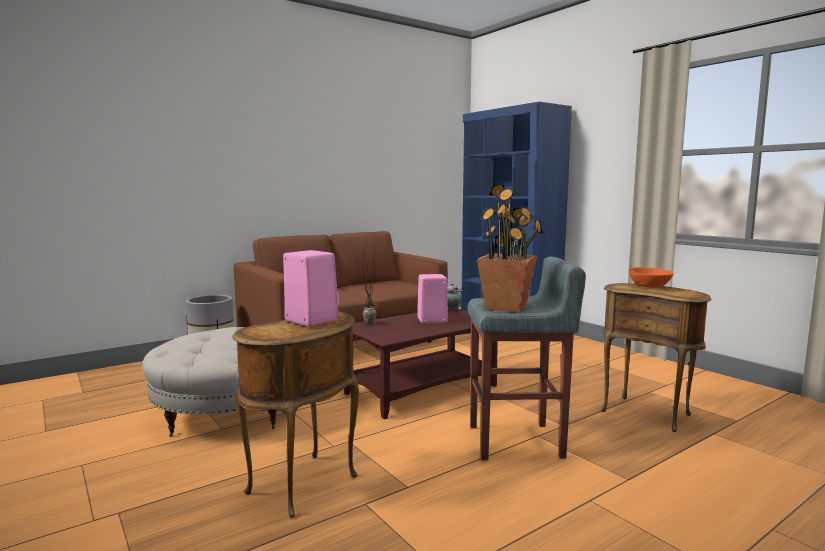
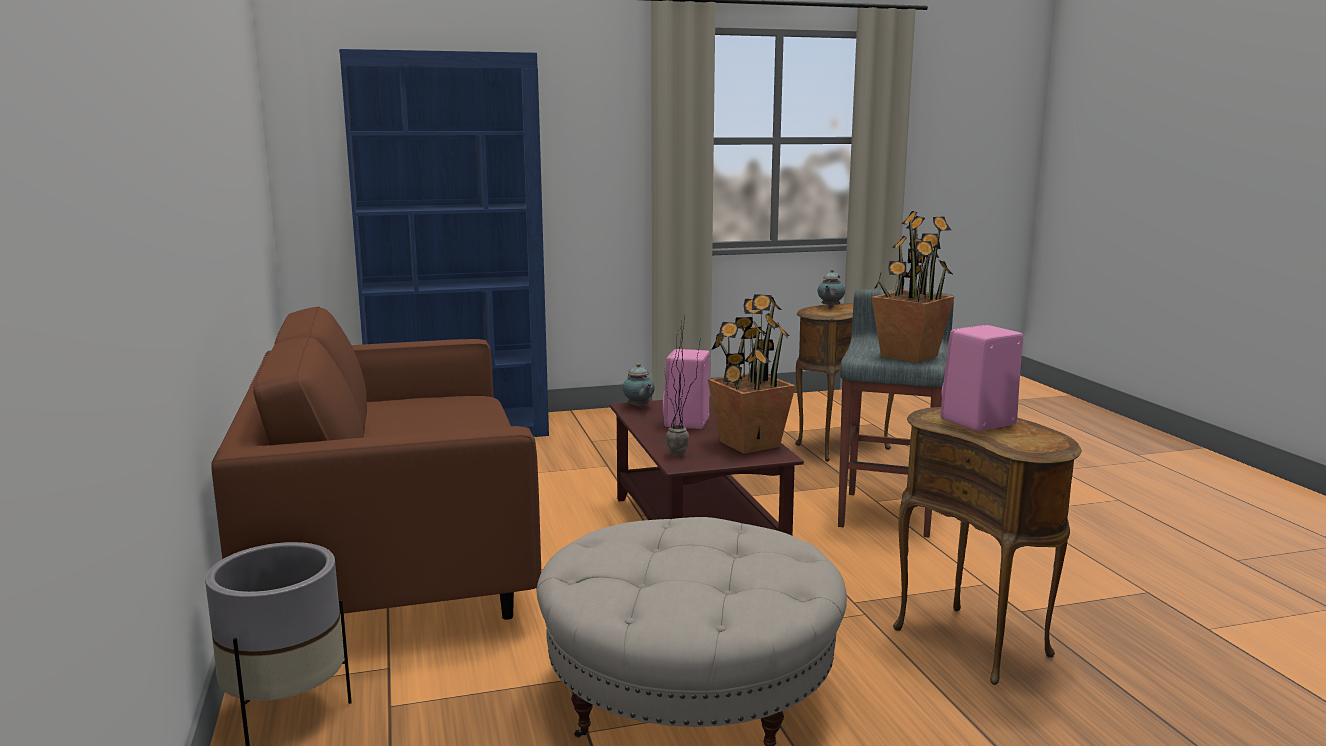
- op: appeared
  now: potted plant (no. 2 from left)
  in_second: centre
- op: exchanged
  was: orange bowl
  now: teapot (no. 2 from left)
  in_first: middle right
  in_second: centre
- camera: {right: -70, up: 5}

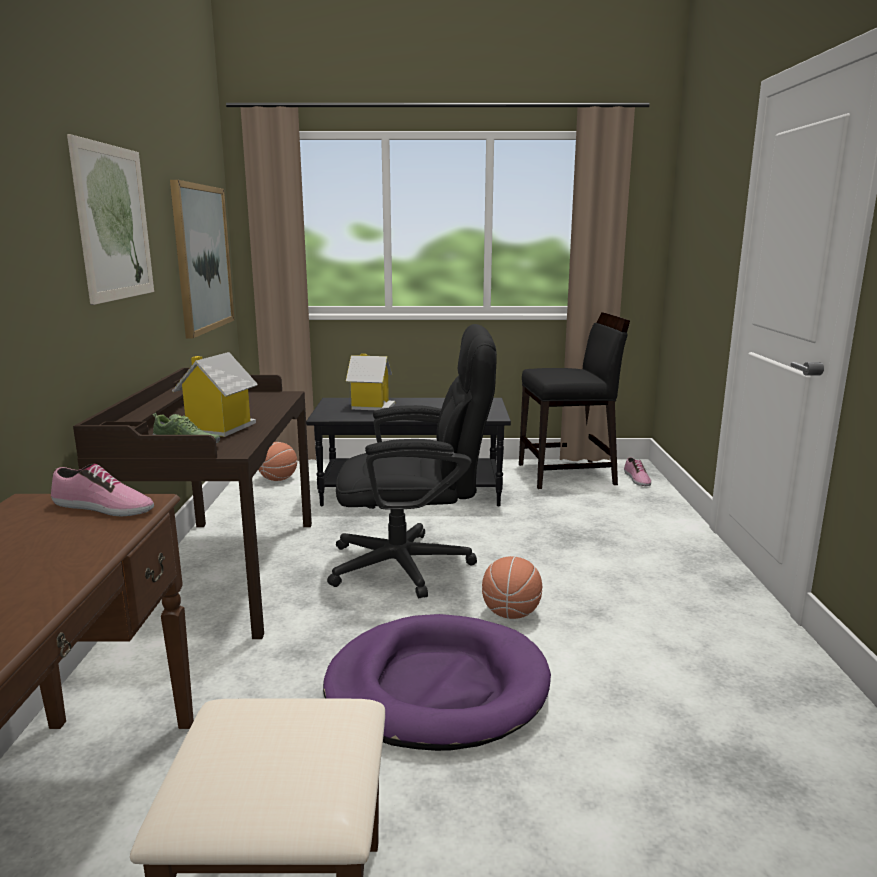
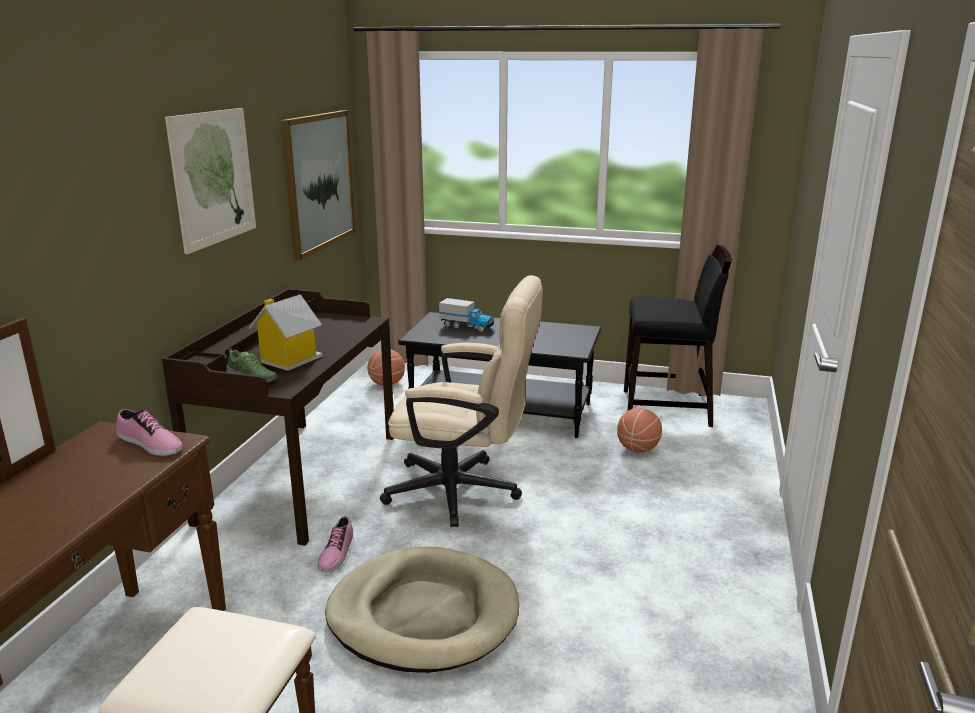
- op: relocated
  was: shoe (no. 3 from left)
  in_first: middle right
  in_second: bottom centre
- op: colour
  was: purple dog bed
  now: beige dog bed
  in_first: bottom centre
  in_second: bottom centre
- op: colour
  was: black office chair
  now: beige office chair
  in_first: centre
  in_second: centre
- op: exchanged
  was: toy house (no. 2 from left)
  now: toy truck
  in_first: centre
  in_second: centre
- op: relocated
  was: basketball (no. 2 from left)
  in_first: bottom centre
  in_second: centre
- camera: {right: 15, up: 5}

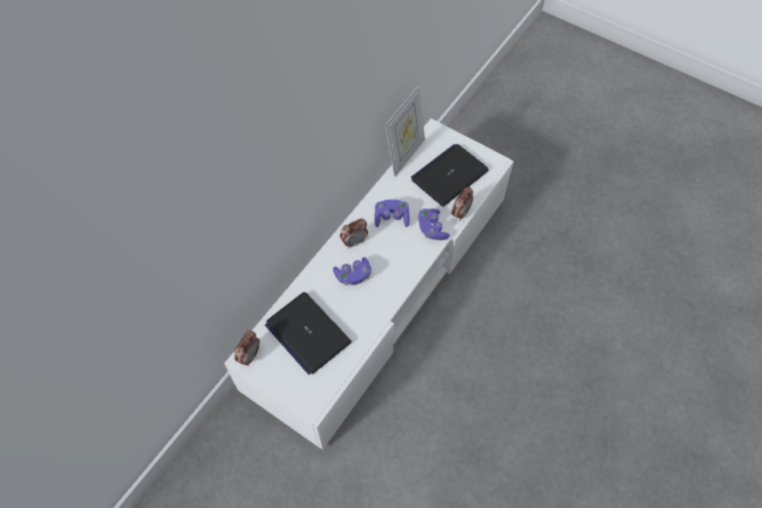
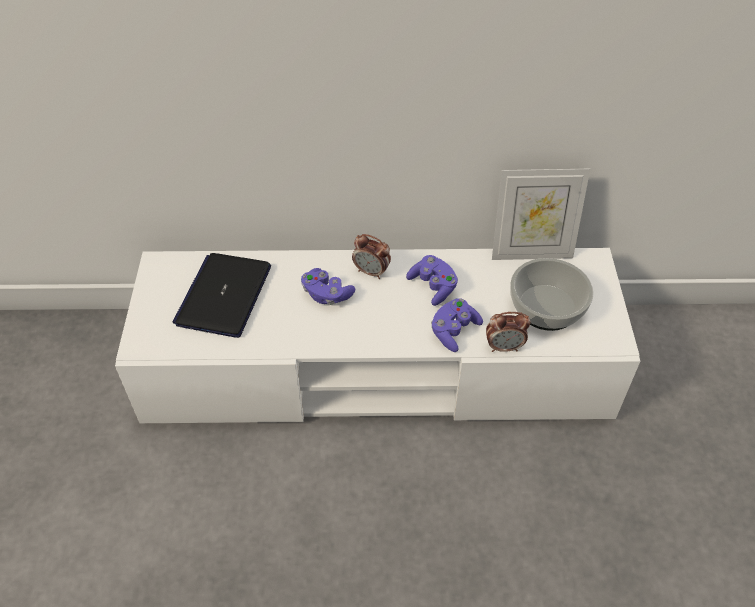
- op: exchanged
  was: laptop (no. 2 from left)
  now: bowl
  in_first: centre
  in_second: middle right
- op: missing
  was: alarm clock (no. 1 from left)
  in_first: bottom left
- camera: {right: 55, up: -10}

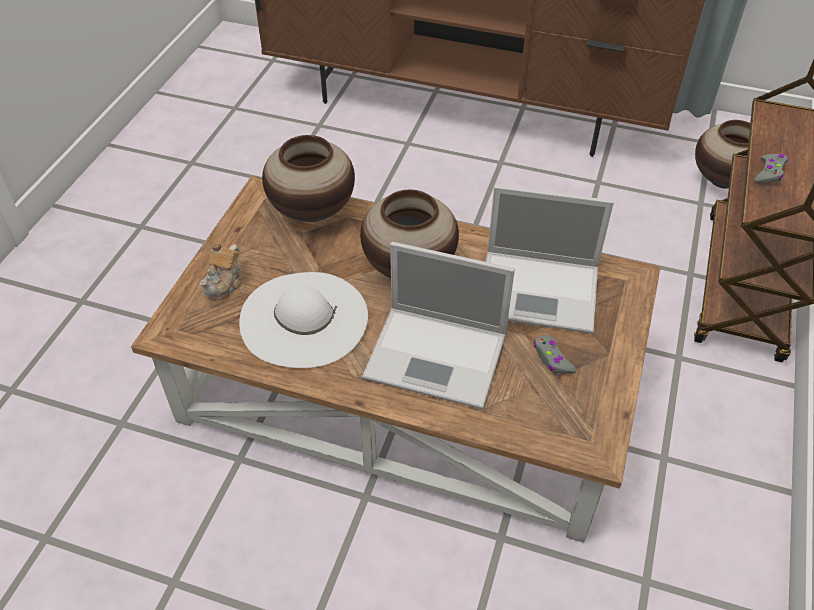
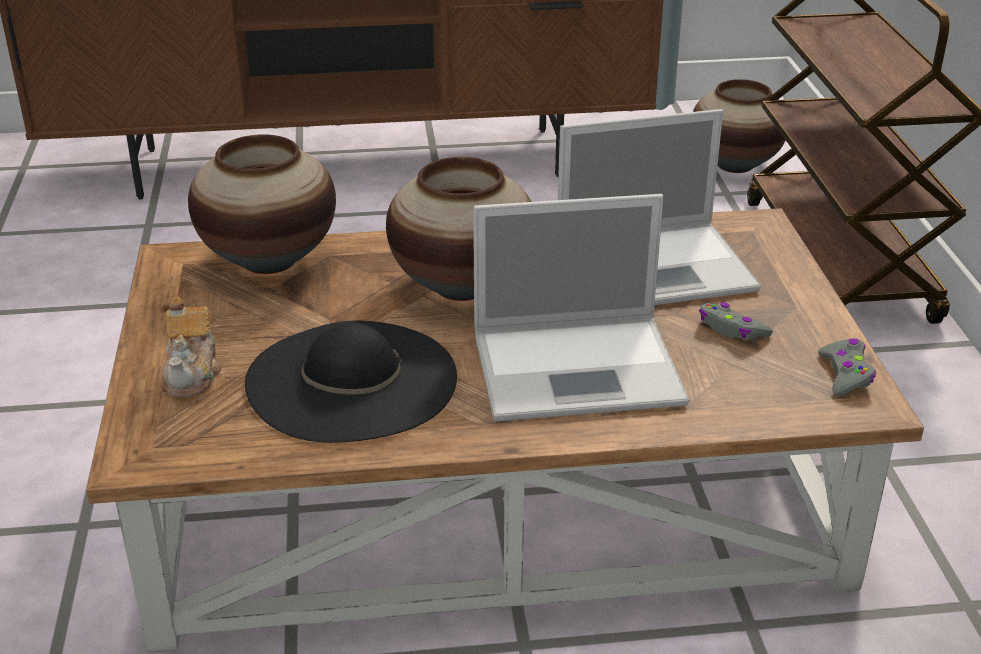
- op: colour
  was: white hat
  now: black hat
  in_first: centre
  in_second: centre
- op: relocated
  was: grey game controller (no. 2 from left)
  in_first: top right
  in_second: middle right
- camera: {right: -25, up: -15}

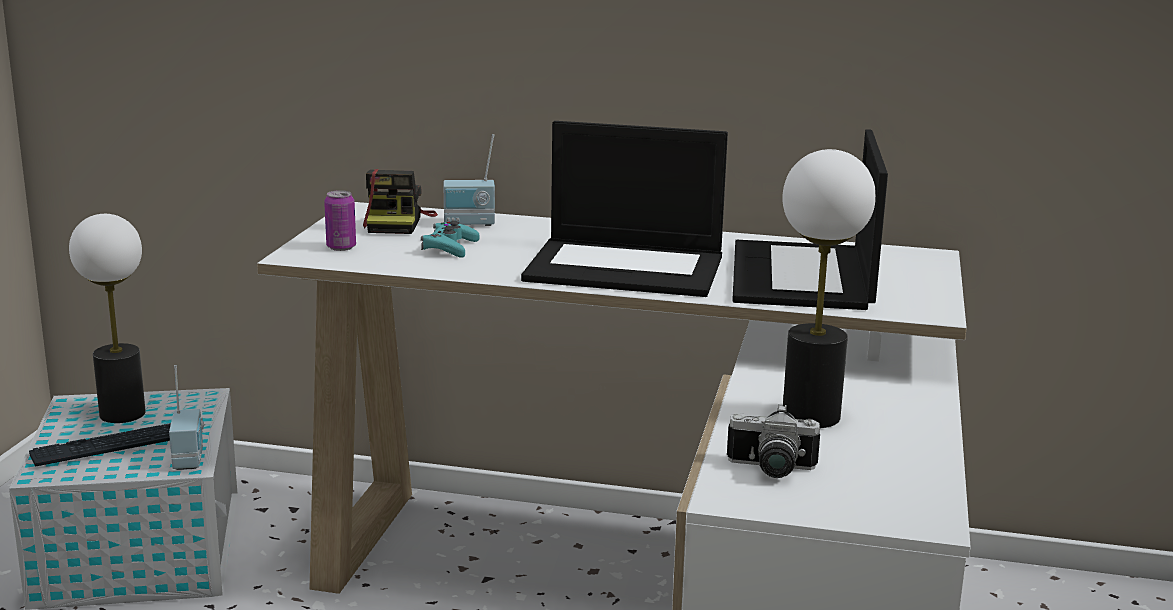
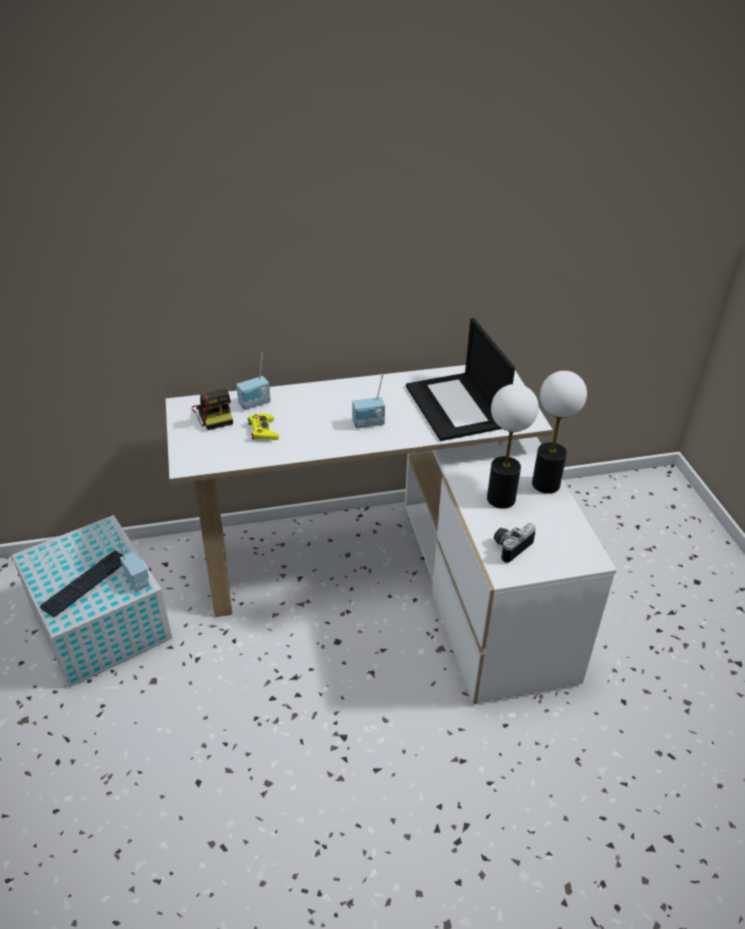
- op: colour
  was: turquoise game controller
  now: yellow game controller
  in_first: centre
  in_second: centre
- op: exchanged
  was: laptop (no. 1 from left)
  now: radio (no. 3 from left)
  in_first: centre
  in_second: centre
- op: spun
  was: photo camera (no. 2 from left)
  in_first: bottom centre
  in_second: middle right
  clockwise: 150
- op: relocated
  was: table lamp (no. 1 from left in the first image)
  now: table lamp (no. 2 from left)
  in_first: middle left
  in_second: middle right
- op: missing
  was: can
  in_first: middle left
- camera: {right: -25, up: 20}

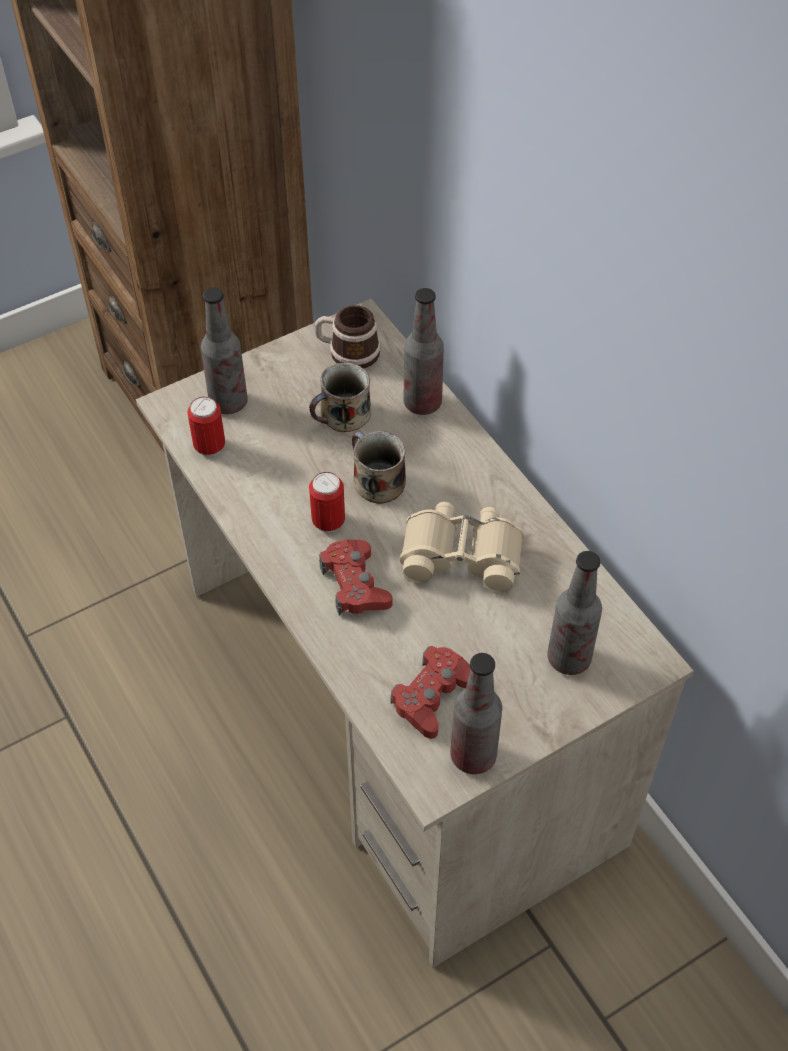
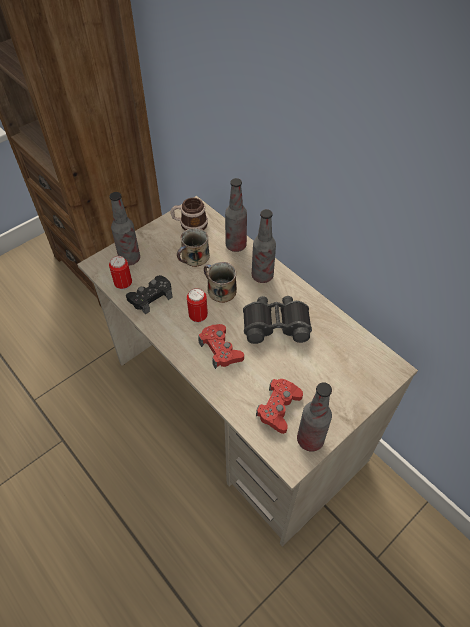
- op: appeared
  now: black game controller
  in_second: middle left
- op: colour
  was: beige binoculars
  now: black binoculars
  in_first: centre
  in_second: centre
- op: relocated
  was: bottle (no. 4 from left in the first image)
  now: bottle (no. 3 from left)
  in_first: middle right
  in_second: centre
- camera: {right: -10, up: 0}

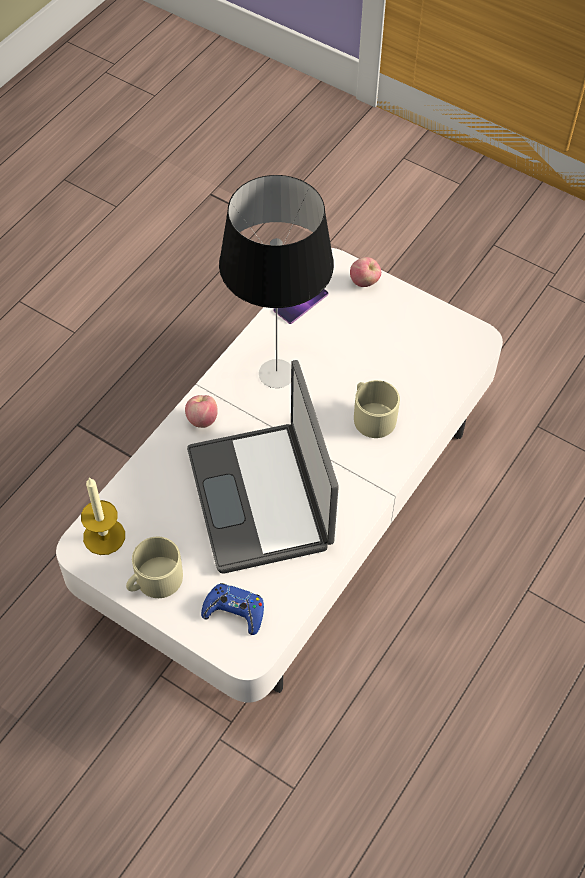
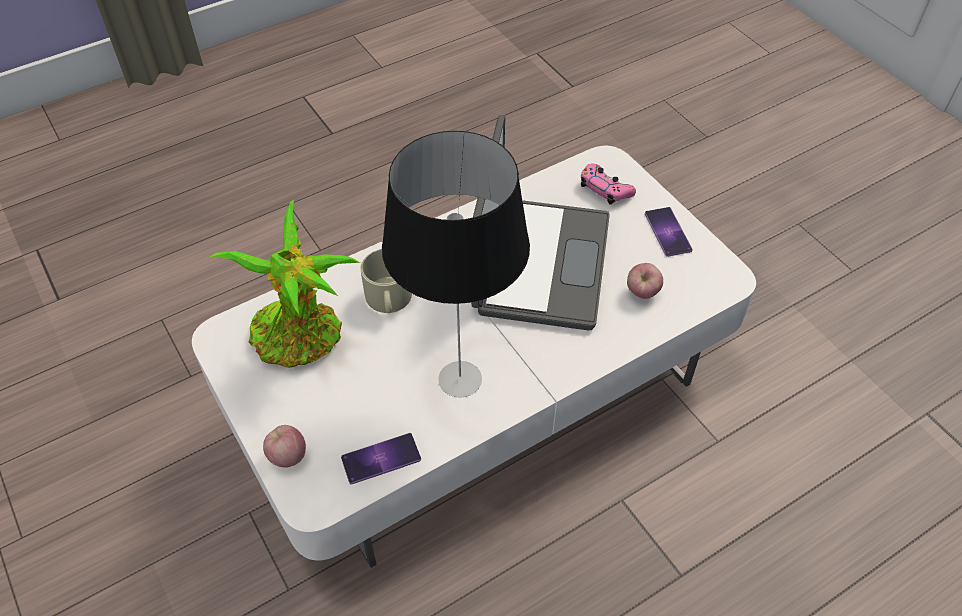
- op: appeared
  now: potted plant
  in_second: middle left
- op: colour
  was: blue game controller
  now: pink game controller
  in_first: bottom centre
  in_second: top centre
- op: relocated
  was: apple (no. 1 from left in the first image)
  now: apple (no. 2 from left)
  in_first: centre
  in_second: middle right
- op: exchanged
  was: beige mug (no. 1 from left)
  now: phone (no. 2 from left)
  in_first: middle left
  in_second: middle right
- op: missing
  was: candle
  in_first: middle left
- camera: {right: -155, up: -5}

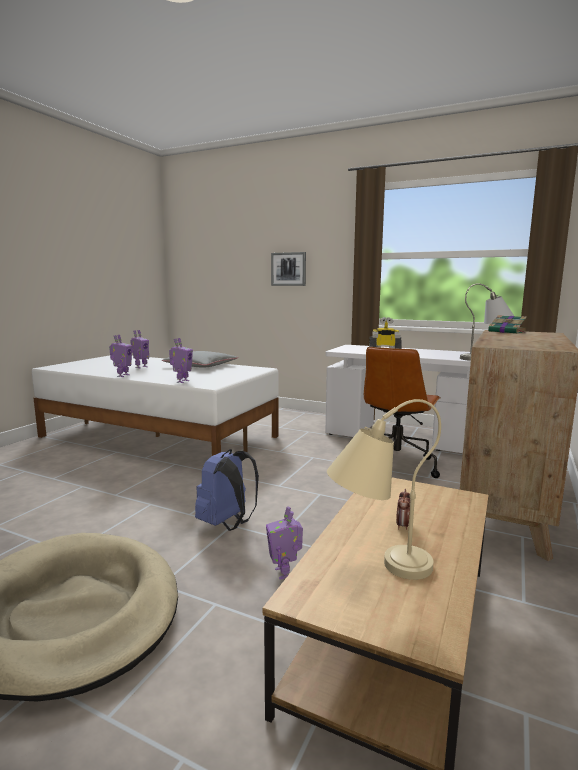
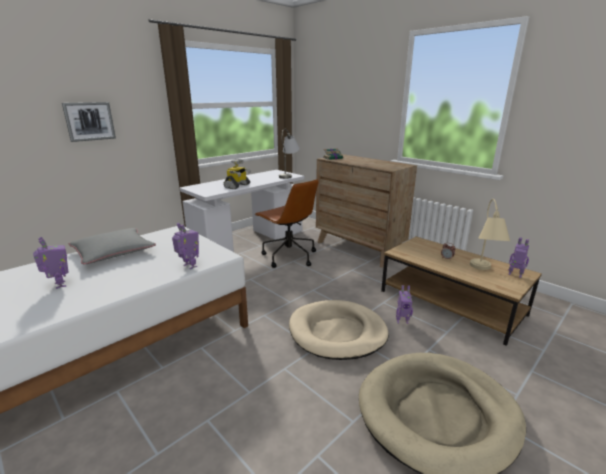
- op: exchanged
  was: blue backpack
  now: beige dog bed (no. 1 from left)
  in_first: centre
  in_second: bottom centre
- op: relocated
  was: toy robot (no. 1 from left in the first image)
  now: toy robot (no. 5 from left)
  in_first: middle left
  in_second: middle right
- camera: {right: -70, up: 10}

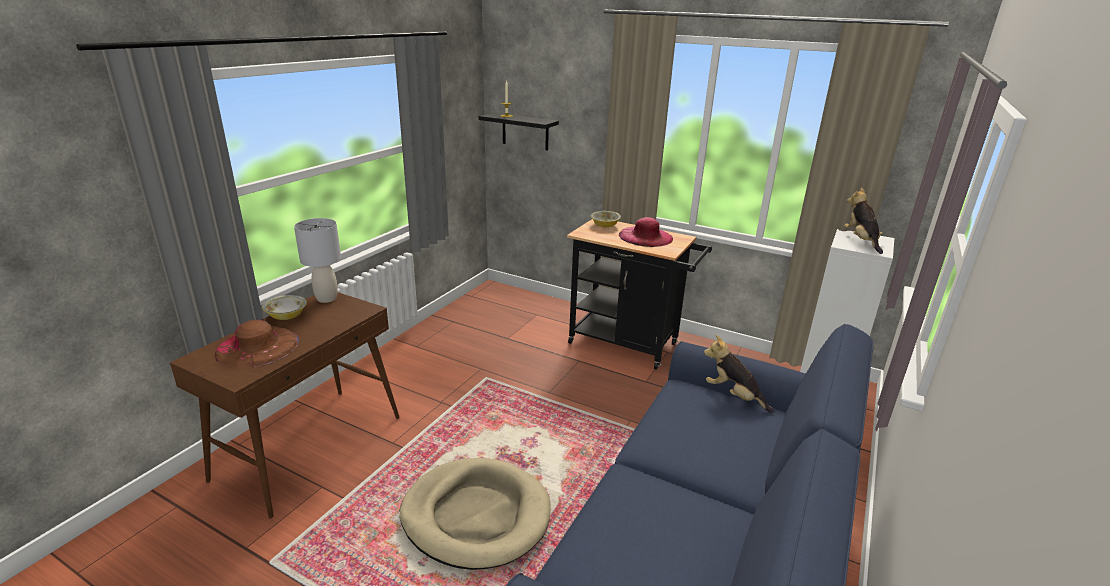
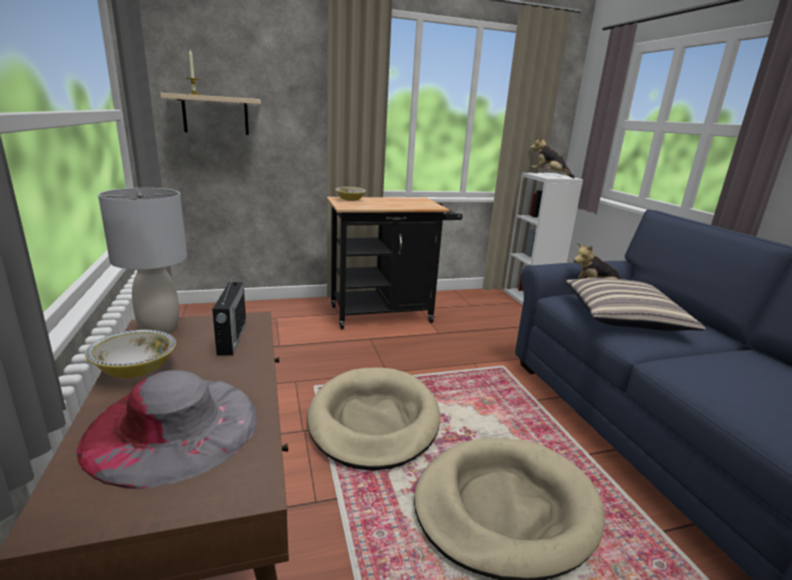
- op: colour
  was: brown hat
  now: grey hat
  in_first: middle left
  in_second: bottom left
- op: colour
  was: black shelf
  now: beige shelf
  in_first: top centre
  in_second: top left
- op: appeared
  now: radio
  in_second: middle left
- op: appeared
  now: beige dog bed (no. 1 from left)
  in_second: bottom centre
- op: appeared
  now: pillow
  in_second: middle right
- op: missing
  was: pink hat
  in_first: centre
- camera: {right: -45, up: -5}

